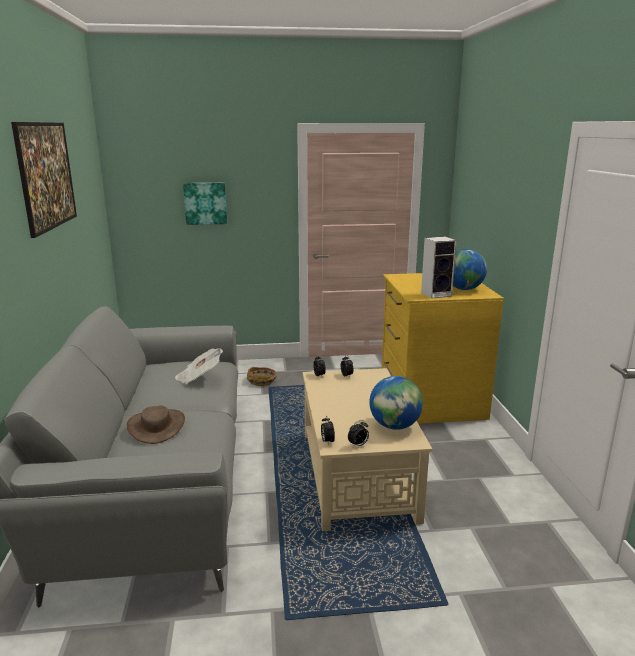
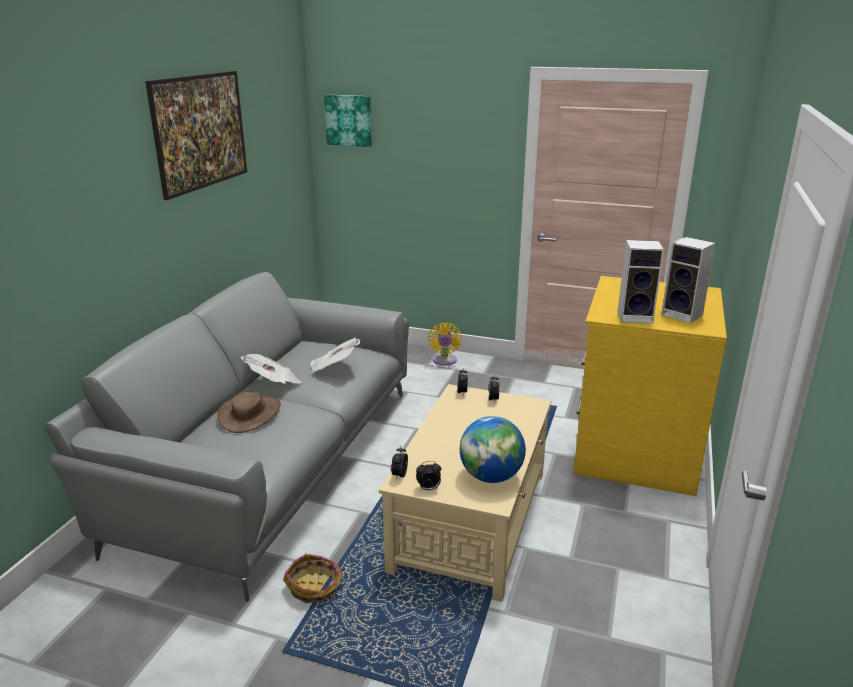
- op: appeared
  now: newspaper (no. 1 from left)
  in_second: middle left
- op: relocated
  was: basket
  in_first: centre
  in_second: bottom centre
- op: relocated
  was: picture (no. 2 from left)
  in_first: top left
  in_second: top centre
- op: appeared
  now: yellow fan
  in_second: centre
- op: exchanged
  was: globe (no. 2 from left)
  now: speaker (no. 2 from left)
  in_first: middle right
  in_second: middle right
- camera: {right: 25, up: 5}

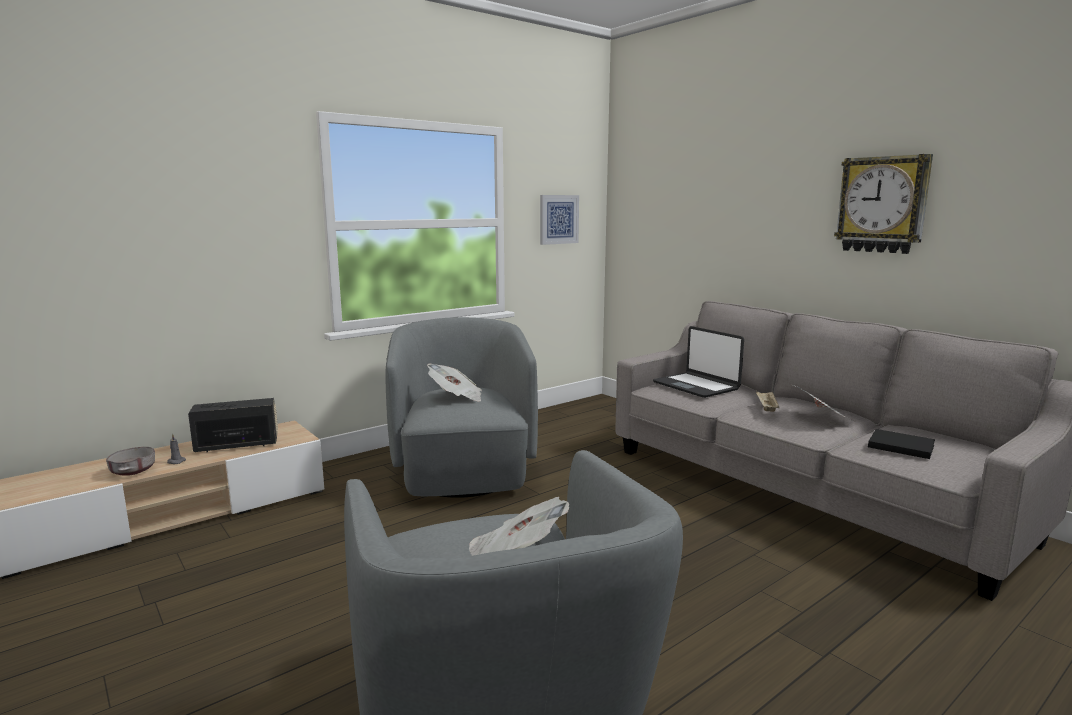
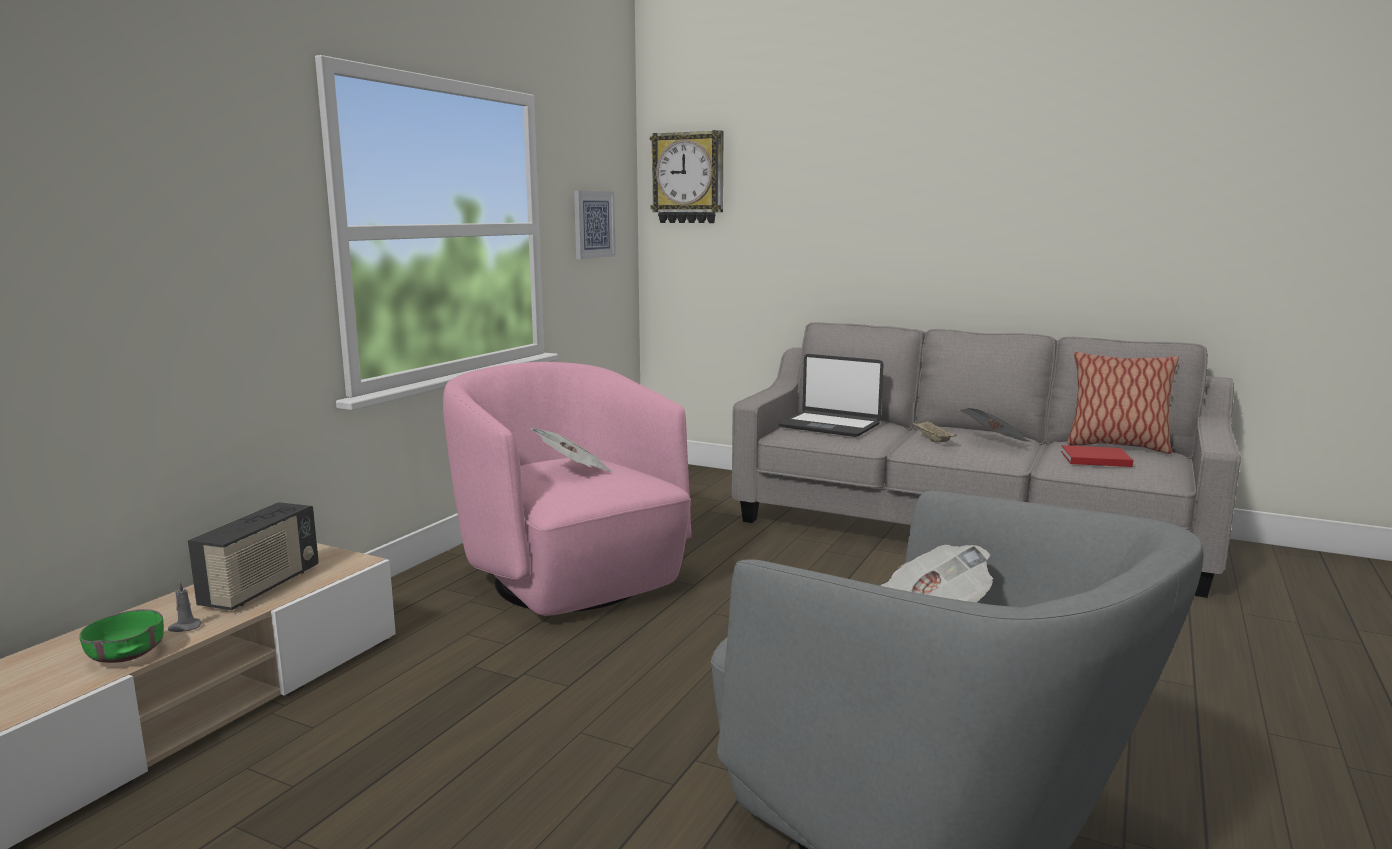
- op: colour
  was: grey bowl
  now: green bowl
  in_first: middle left
  in_second: bottom left
- op: spun
  was: radio
  in_first: middle left
  in_second: middle left
  clockwise: 150
- op: colour
  was: grey armchair (no. 1 from left)
  now: pink armchair
  in_first: centre
  in_second: centre
- op: relocated
  was: wall clock
  in_first: top right
  in_second: top centre
- op: colour
  was: black book
  now: red book
  in_first: middle right
  in_second: middle right
- op: appeared
  now: pillow
  in_second: middle right
- camera: {right: -25, up: 0}

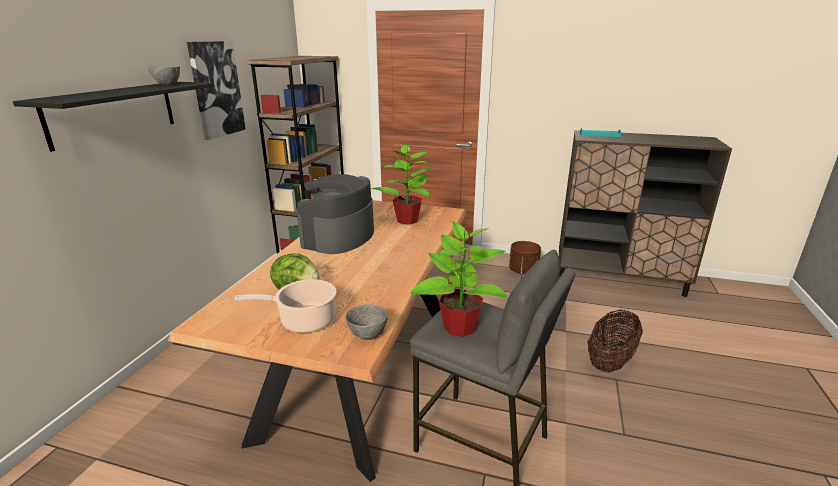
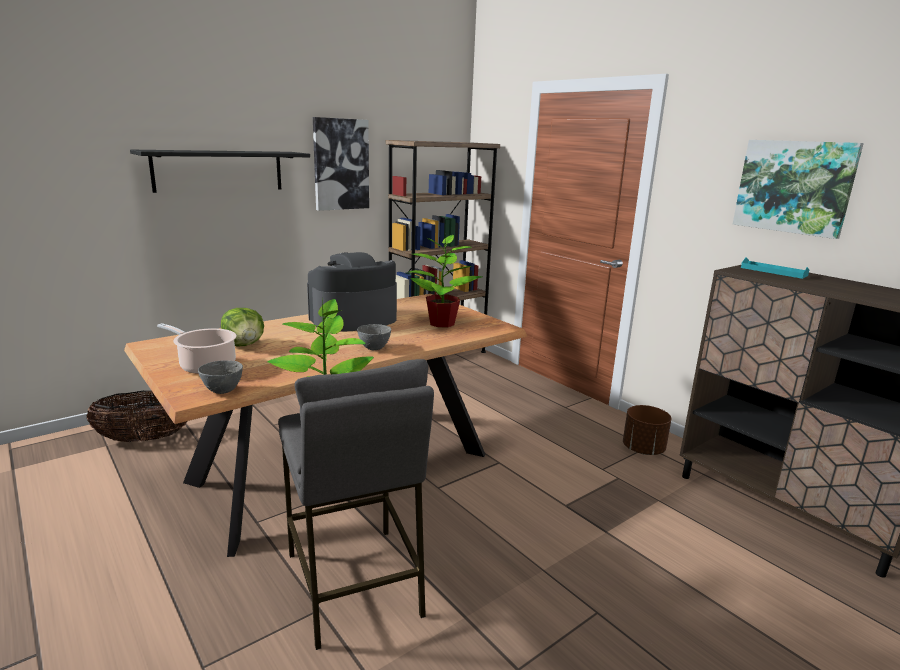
- op: relocated
  was: basket
  in_first: bottom right
  in_second: middle left
- op: relocated
  was: grey bowl (no. 1 from left in the first image)
  now: grey bowl (no. 2 from left)
  in_first: top left
  in_second: centre
- op: appeared
  now: picture (no. 2 from left)
  in_second: top right
- camera: {right: 35, up: -5}

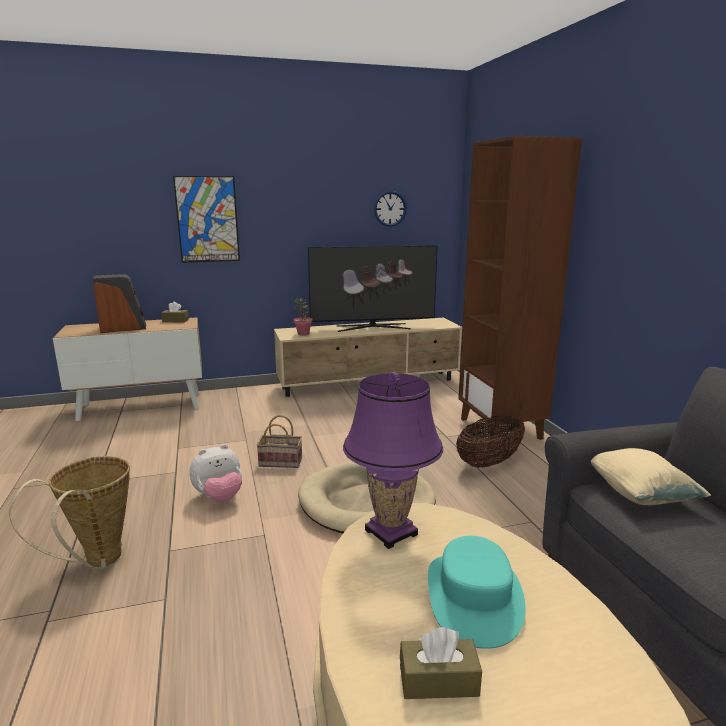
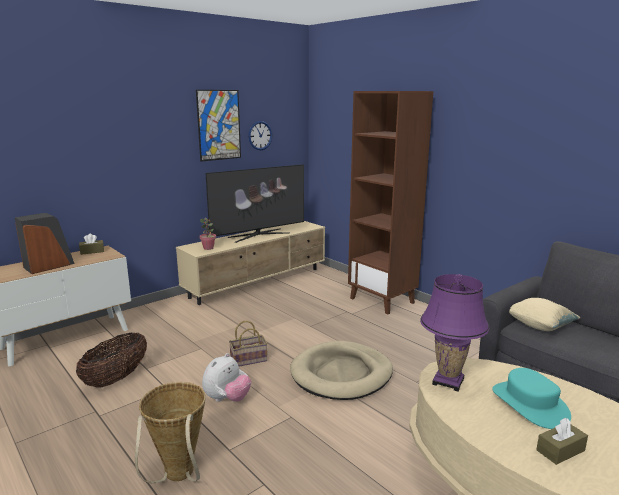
- op: relocated
  was: basket (no. 3 from left in the first image)
  now: basket (no. 1 from left)
  in_first: middle right
  in_second: bottom left
- op: relocated
  was: picture
  in_first: top left
  in_second: top centre
- camera: {right: -25, up: 0}

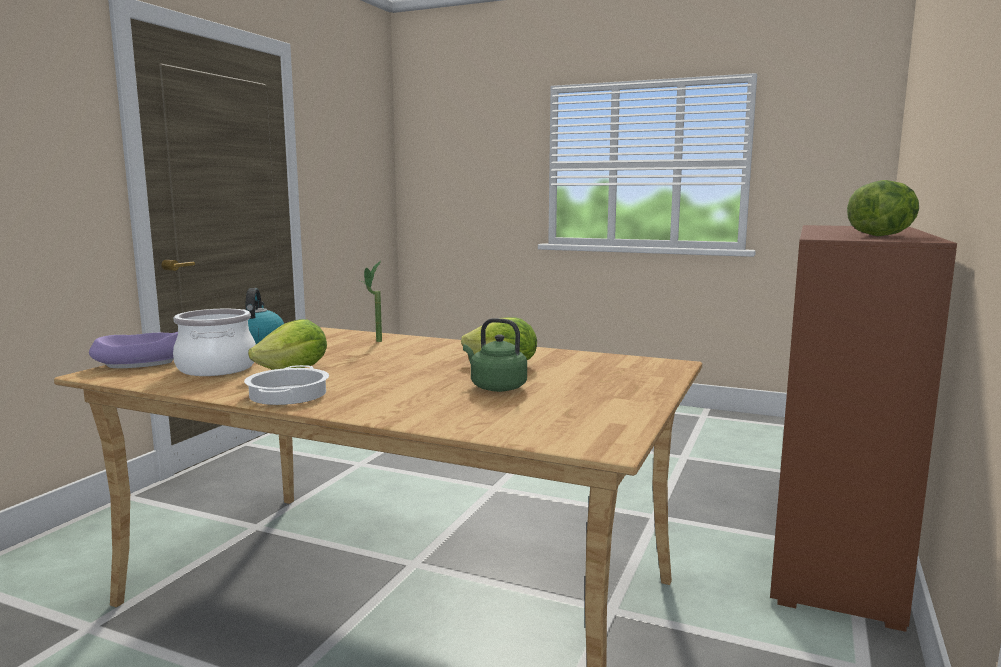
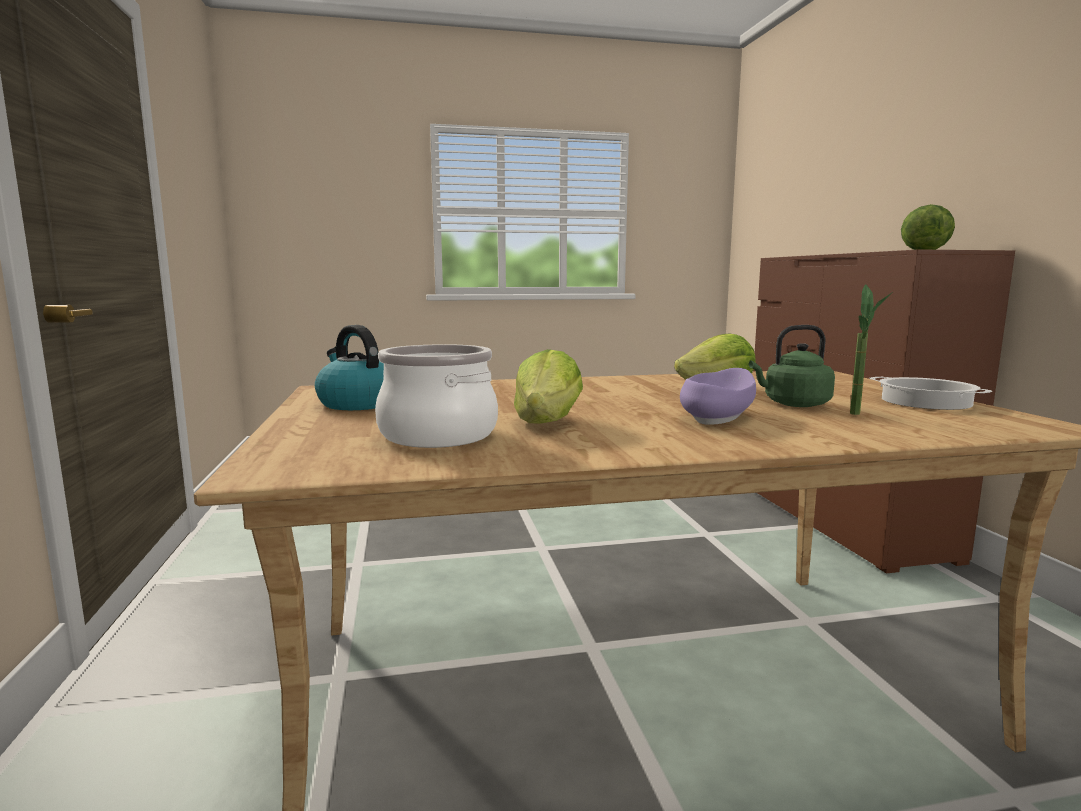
- op: relocated
  was: purple bowl
  in_first: middle left
  in_second: centre
- op: relocated
  was: potted plant
  in_first: centre
  in_second: middle right
- op: relocated
  was: cooking pot (no. 2 from left)
  in_first: middle left
  in_second: middle right
- camera: {right: -35, up: 0}

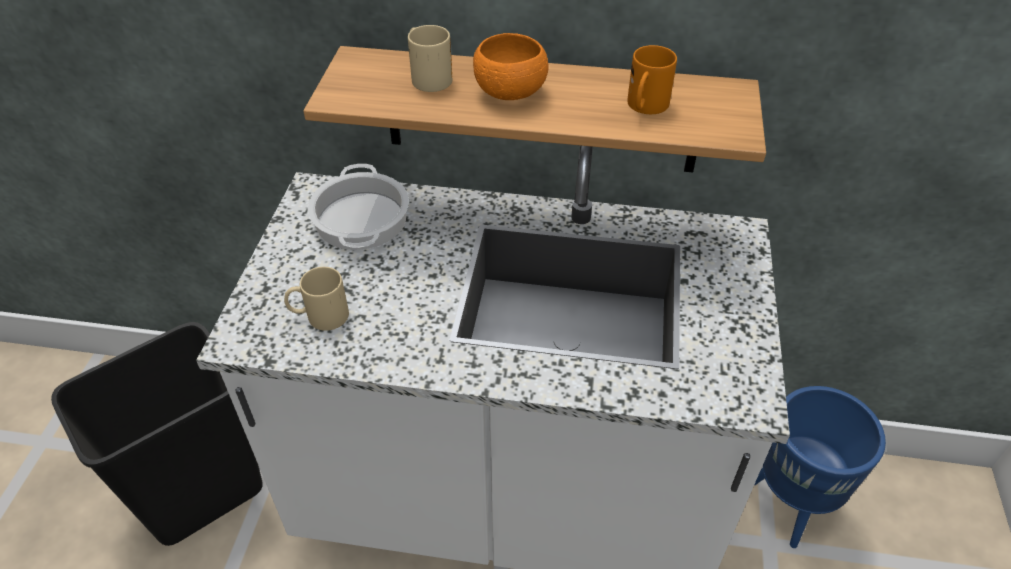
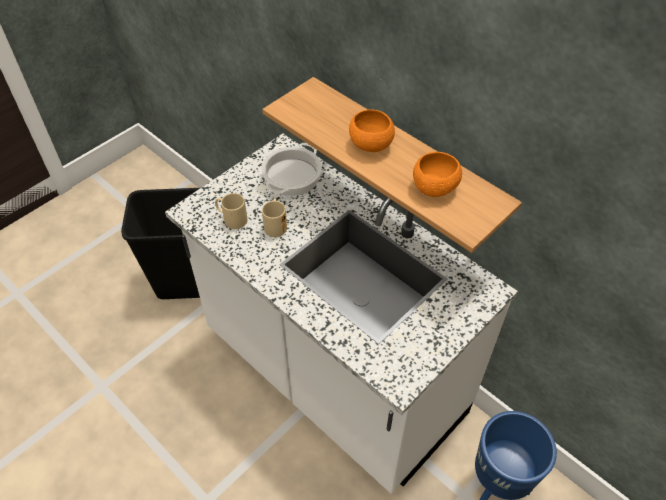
- op: relocated
  was: beige mug (no. 2 from left)
  in_first: top centre
  in_second: centre
- op: exchanged
  was: orange mug
  now: orange bowl (no. 2 from left)
  in_first: top centre
  in_second: centre
- camera: {right: 35, up: 5}

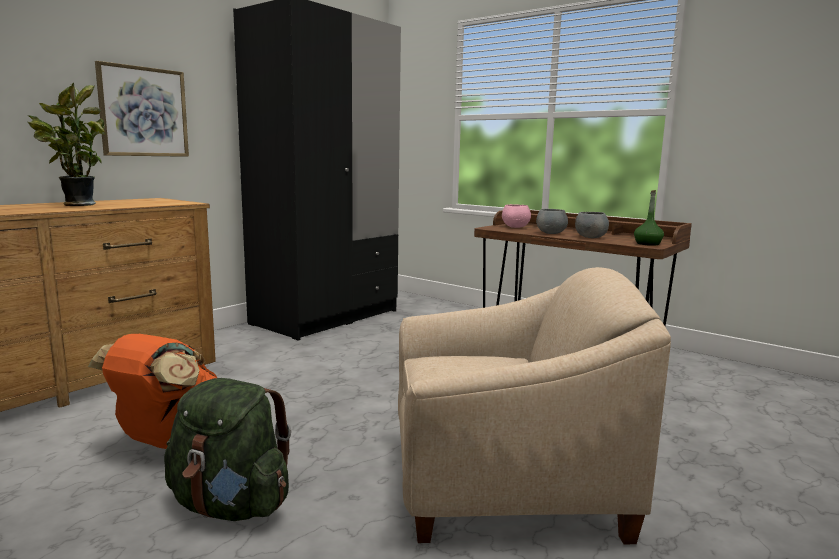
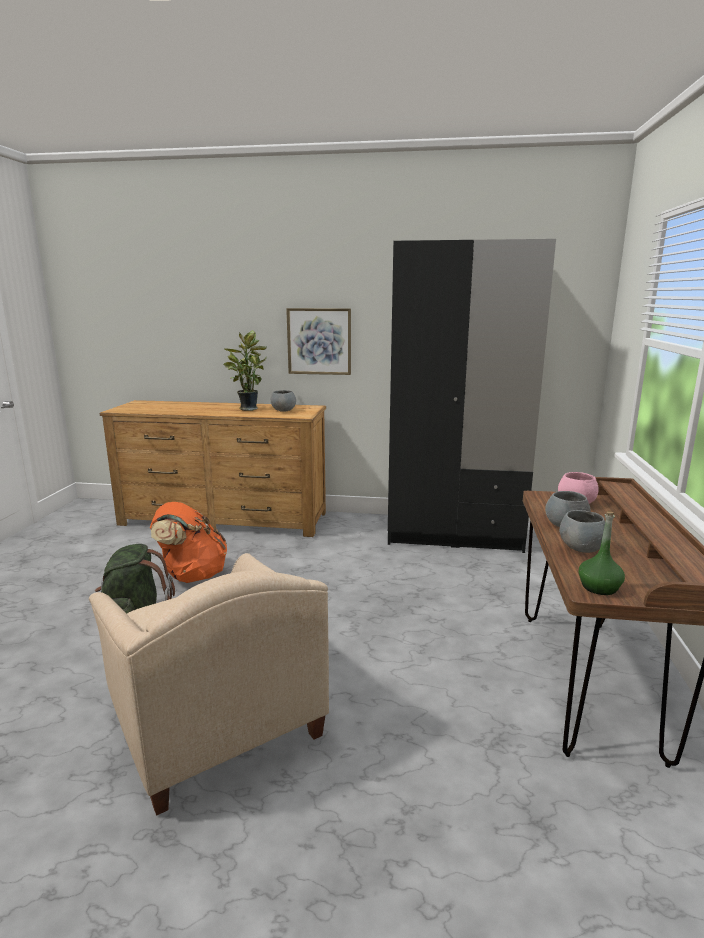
- op: appeared
  now: grey bowl (no. 1 from left)
  in_second: centre
- camera: {right: 60, up: 5}

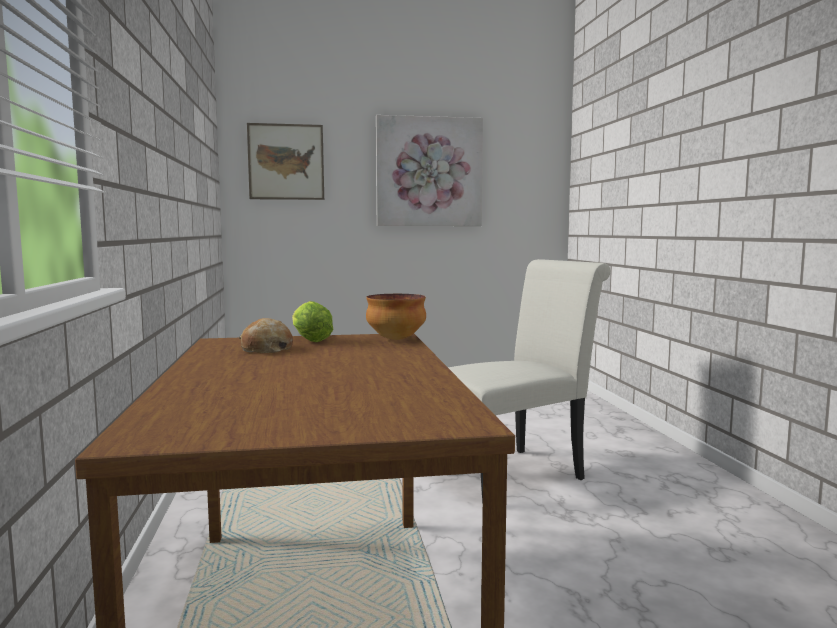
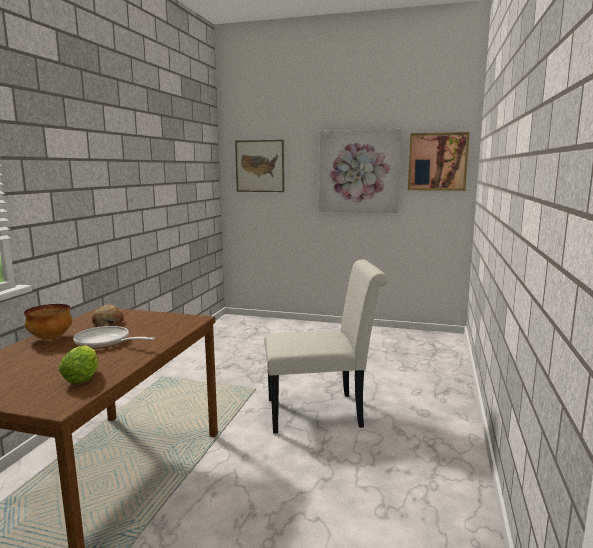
- op: relocated
  was: bowl
  in_first: centre
  in_second: middle left
- op: relocated
  was: lettuce
  in_first: centre
  in_second: middle left
- op: appeared
  now: frying pan
  in_second: middle left
- op: appeared
  now: picture (no. 3 from left)
  in_second: top right
- camera: {right: 25, up: 5}

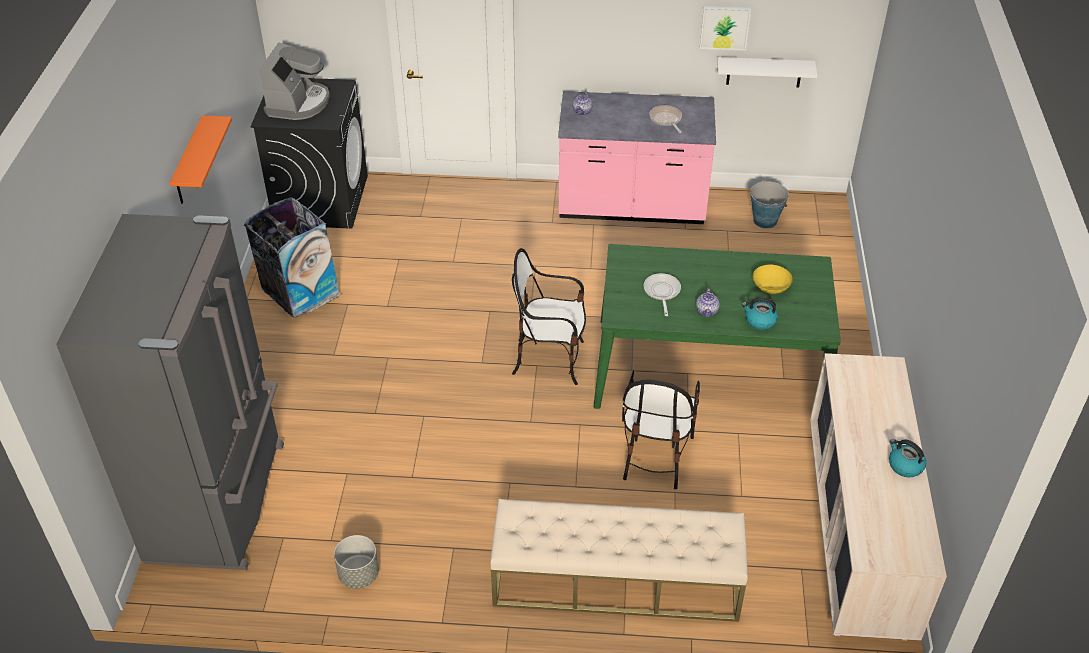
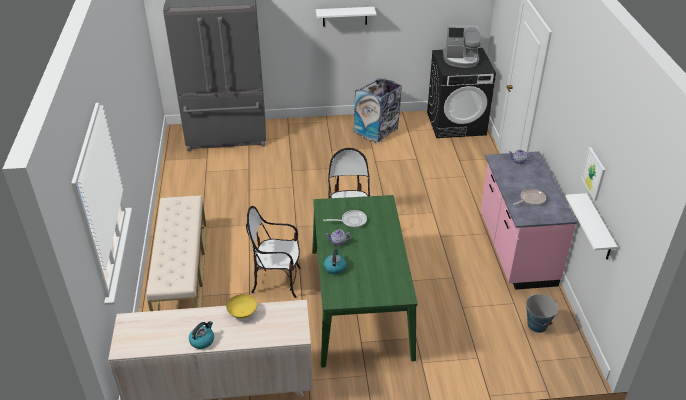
- op: relocated
  was: yellow bowl
  in_first: middle right
  in_second: bottom centre
- op: colour
  was: orange shelf
  now: white shelf (no. 1 from left)
  in_first: top left
  in_second: top centre
- op: missing
  was: grey planter
  in_first: bottom left
- camera: {right: 80, up: -5}

